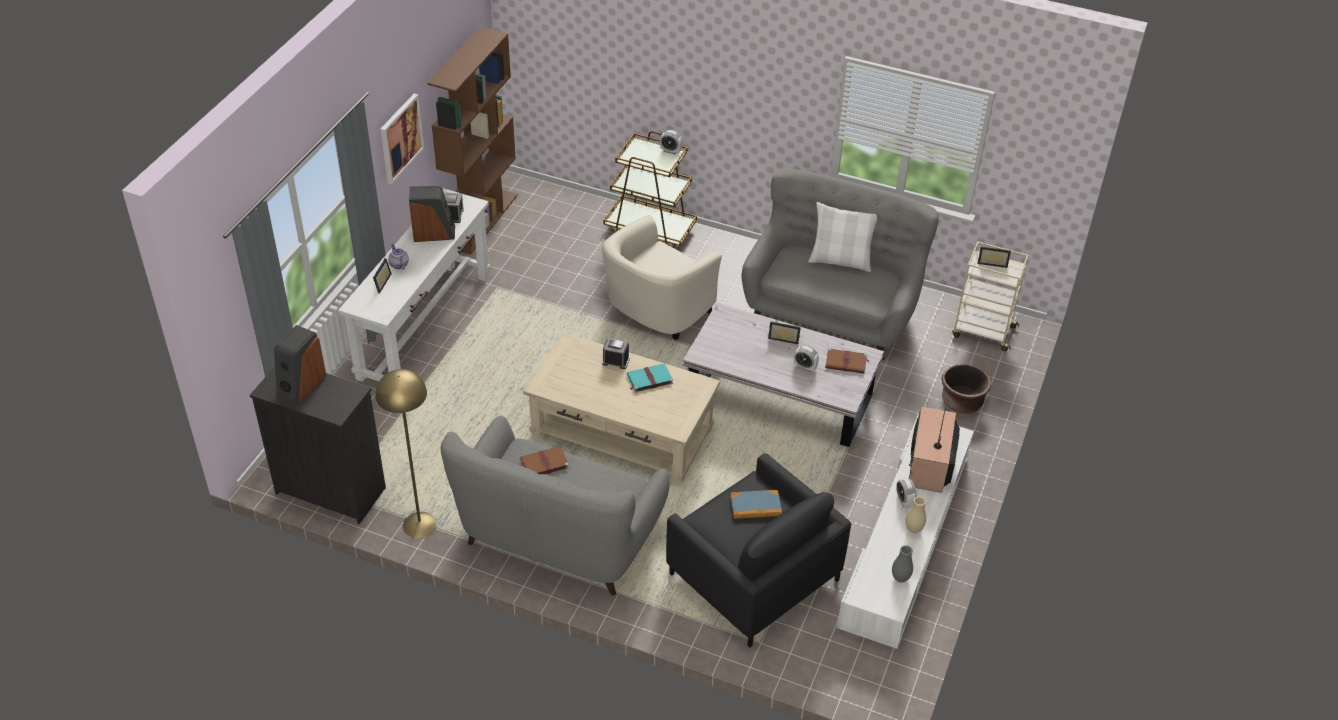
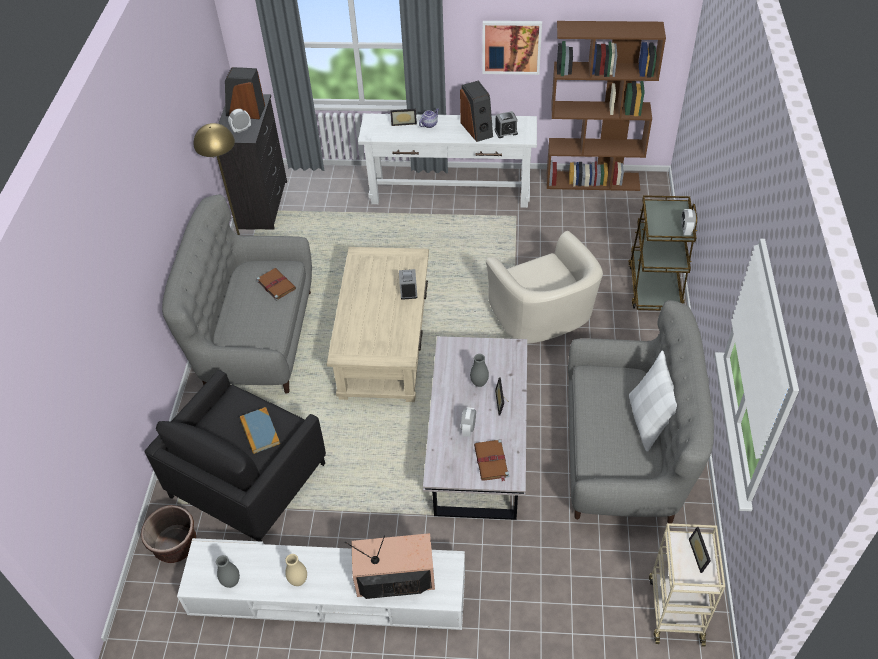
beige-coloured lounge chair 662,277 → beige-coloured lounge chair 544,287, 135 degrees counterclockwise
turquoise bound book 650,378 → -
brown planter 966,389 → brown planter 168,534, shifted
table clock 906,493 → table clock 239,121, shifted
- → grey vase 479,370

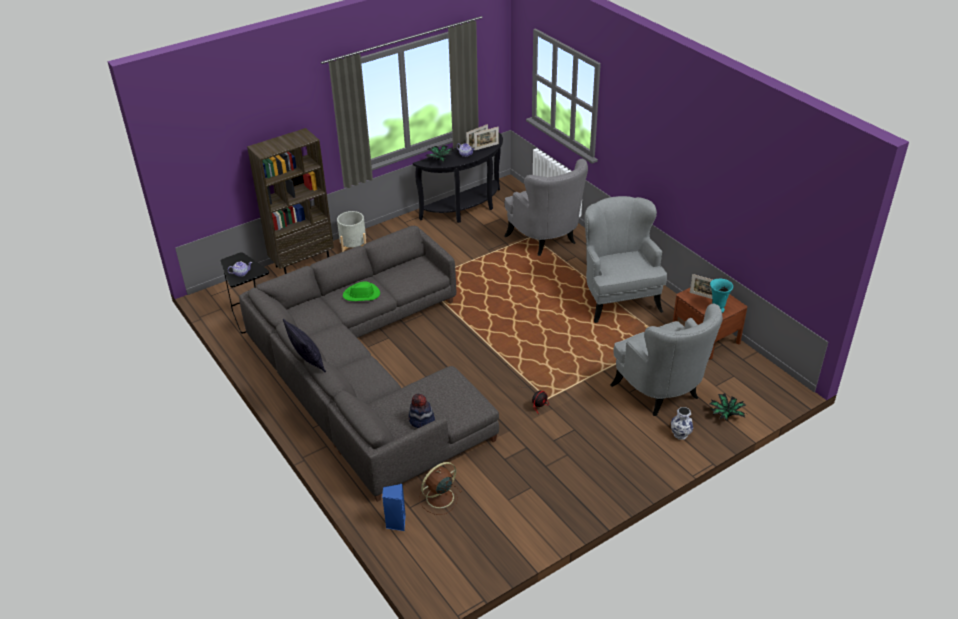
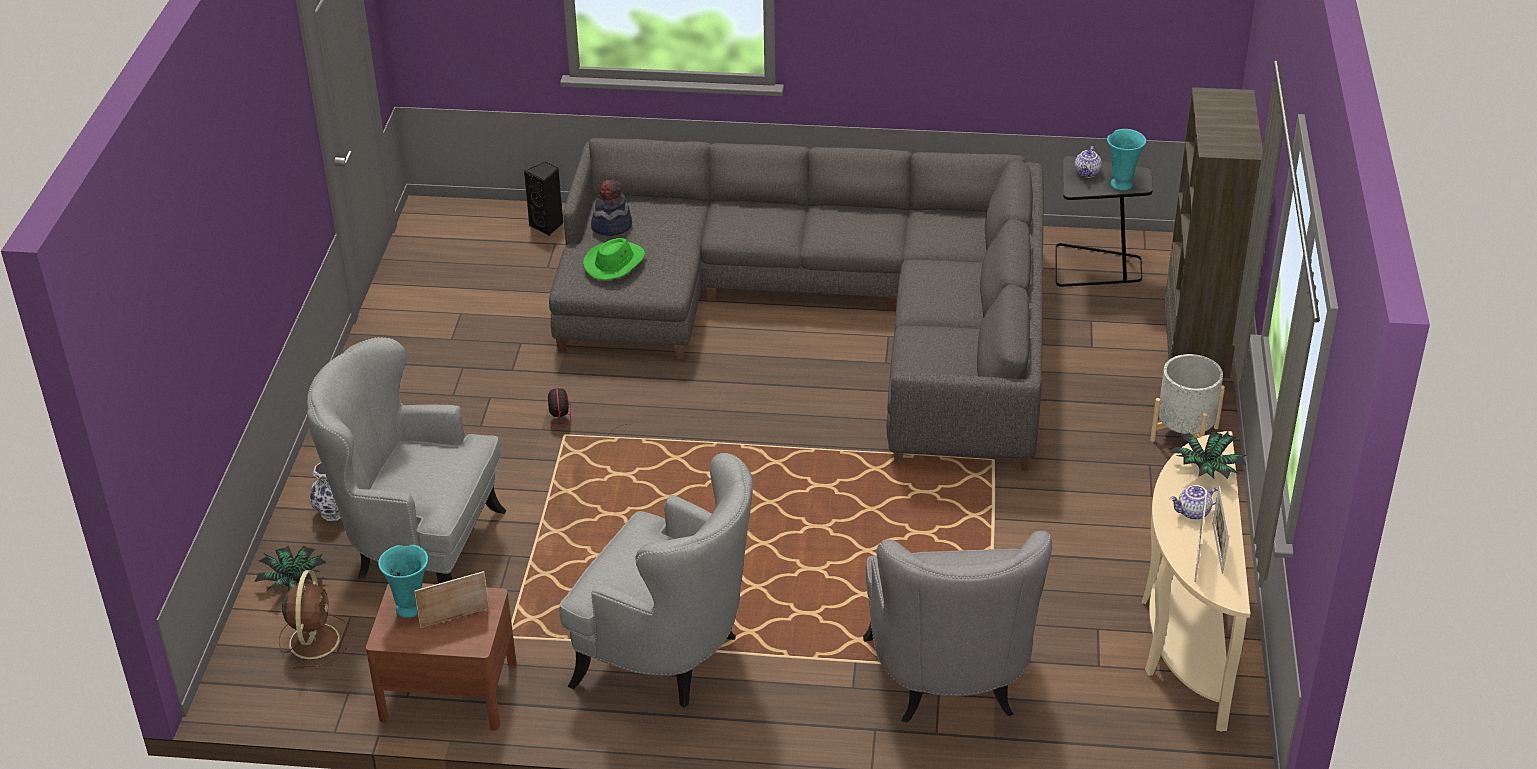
blackish narrow table 458,178 → beige-coloured narrow table 1195,581
grey lounge chair 546,207 → grey lounge chair 957,626, 105 degrees counterclockwise
green clothing hat 361,291 → green clothing hat 614,259, shifted
pillow 304,346 → -
brown cooling fan 440,488 → brown cooling fan 315,619, shifted
bluish loudspeaker 394,507 → blackish loudspeaker 543,199
- → turquoise vase 1126,160

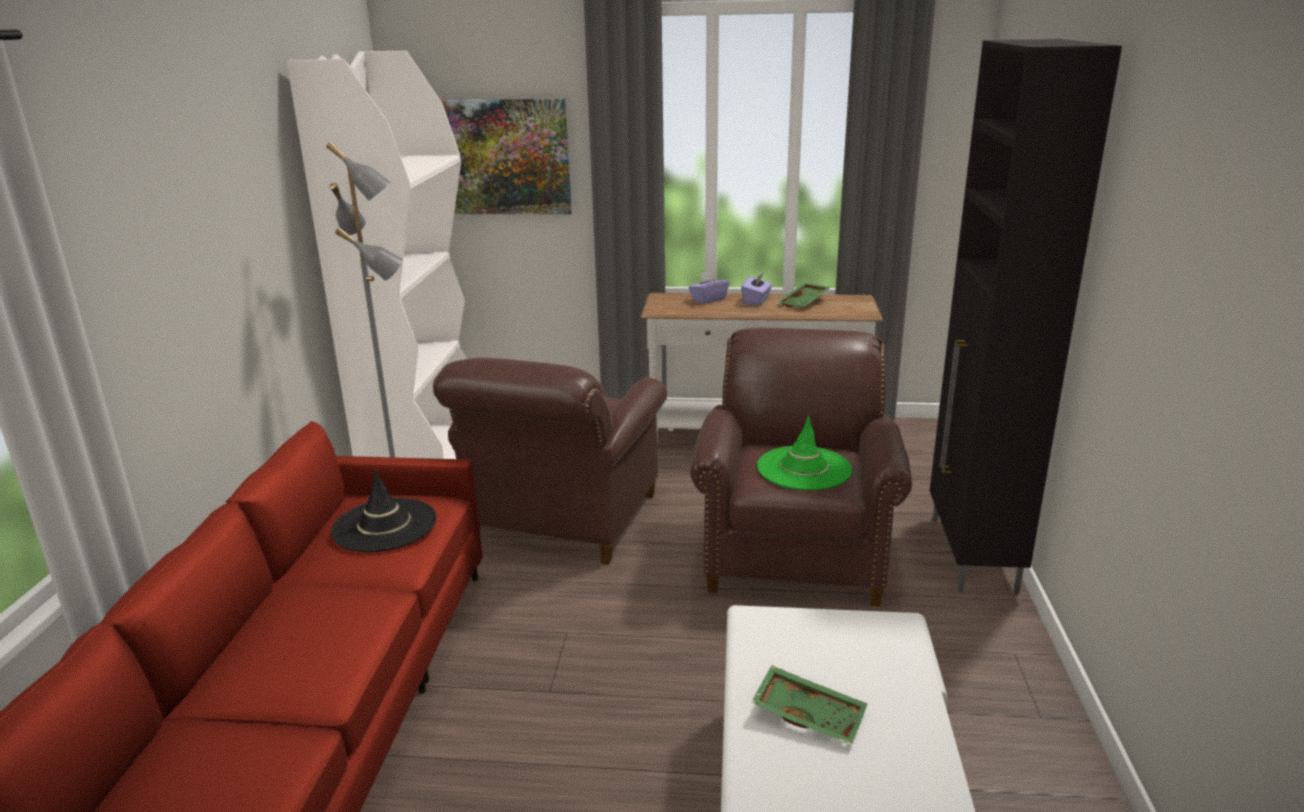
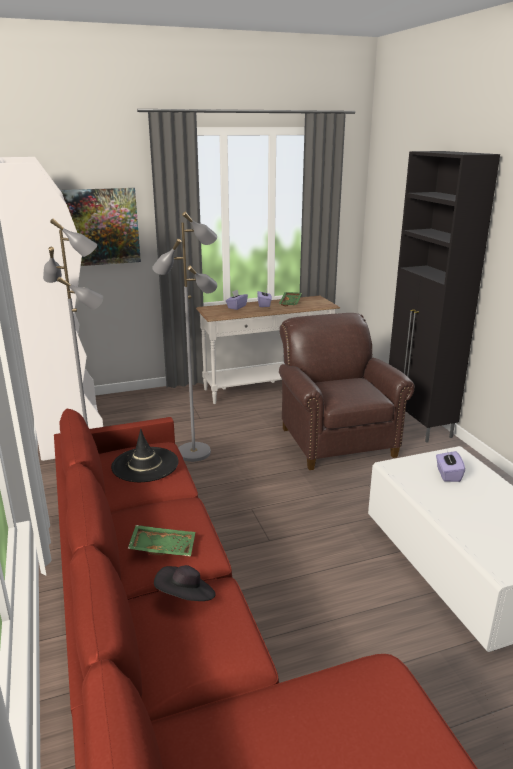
brown lounge chair 550,461 → grey standard lamp 184,337
green clothing hat 804,453 → -
green serving tray 809,705 → green serving tray 161,541, shifted
- → purple box of tissues 450,466
- → blackish clothing hat 185,583

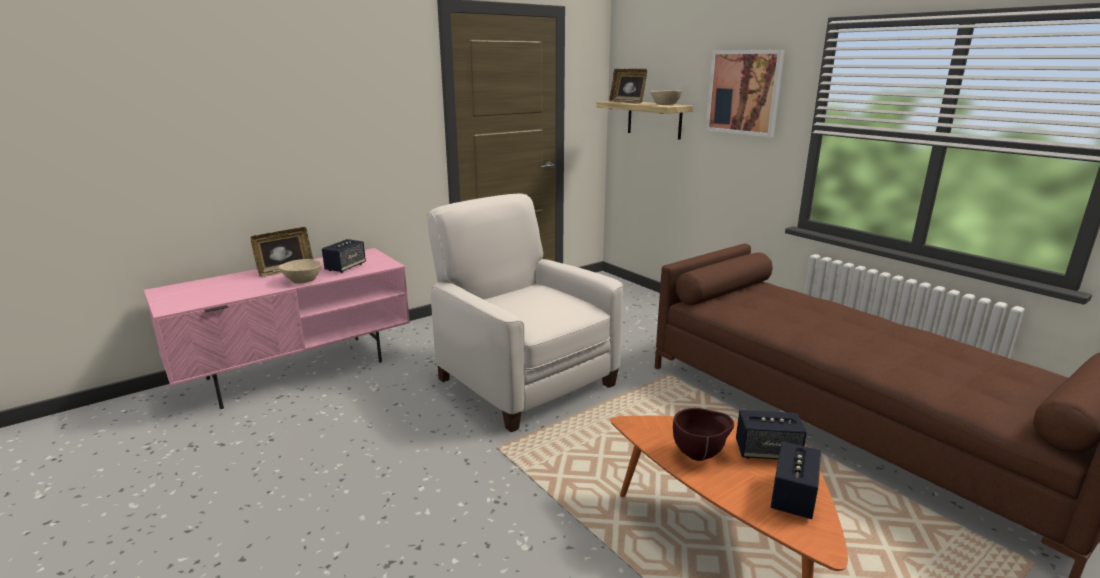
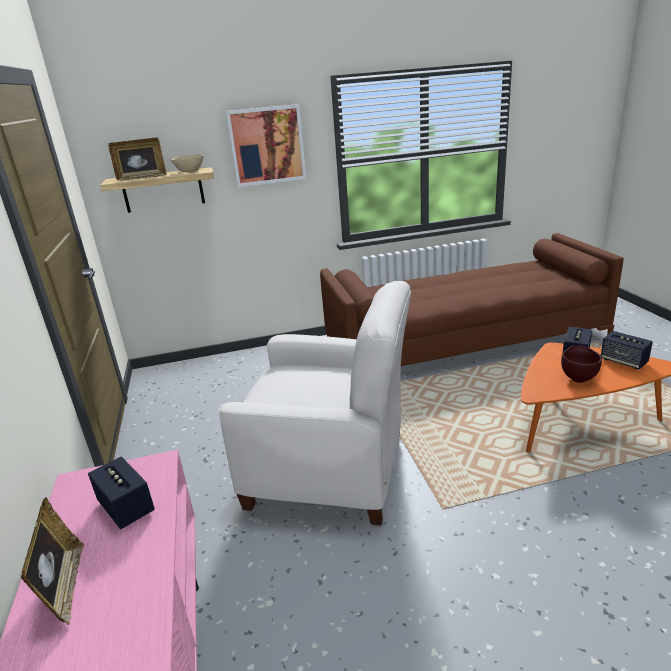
whitish lounge chair 525,313 → whitish lounge chair 315,403, 150 degrees counterclockwise
beige-coloured bowl 300,271 → -

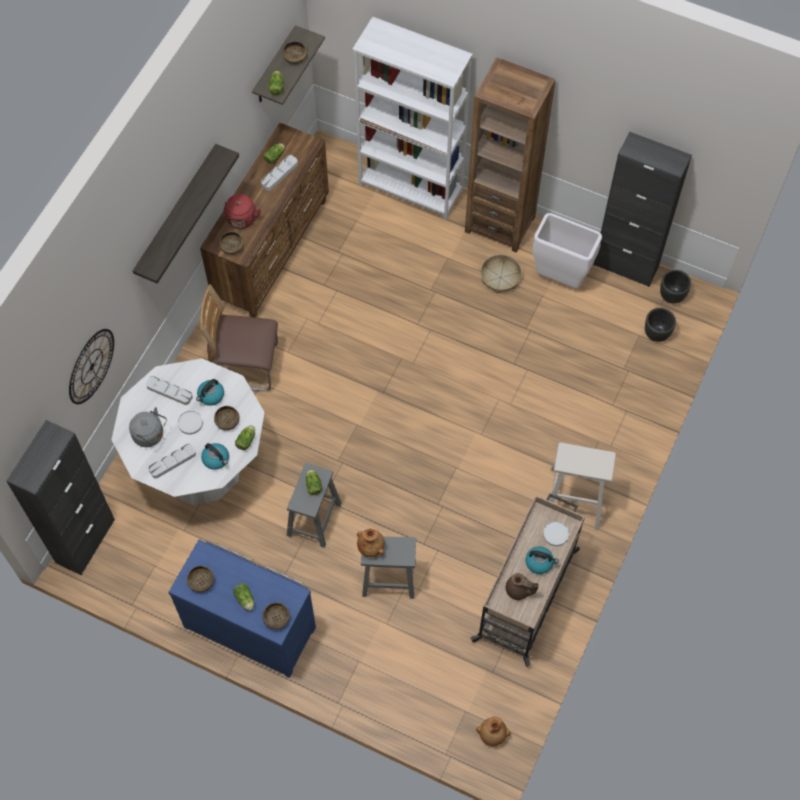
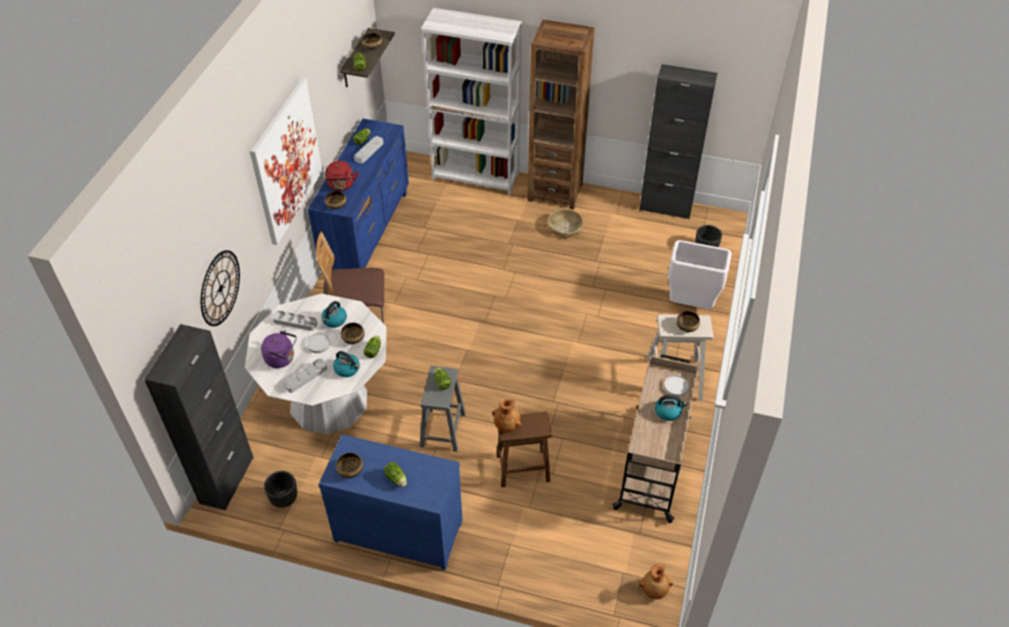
brown dresser 264,220 → bluish dresser 358,194
bracket shelf 186,214 → wall picture 286,161
whitish trash can 567,250 → whitish trash can 699,274, shifted
blackish planter 675,287 → blackish planter 280,489, shifted
grey tea kettle 148,427 → purple tea kettle 279,349
grey sitting stool 388,567 → brown sitting stool 524,449
brown pot for tea 522,586 → -
bowl 276,616 → bowl 688,321, shifted

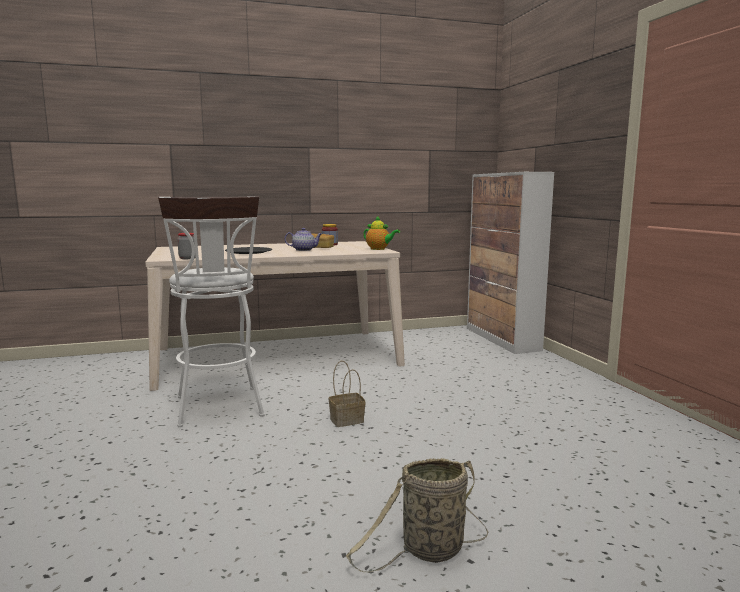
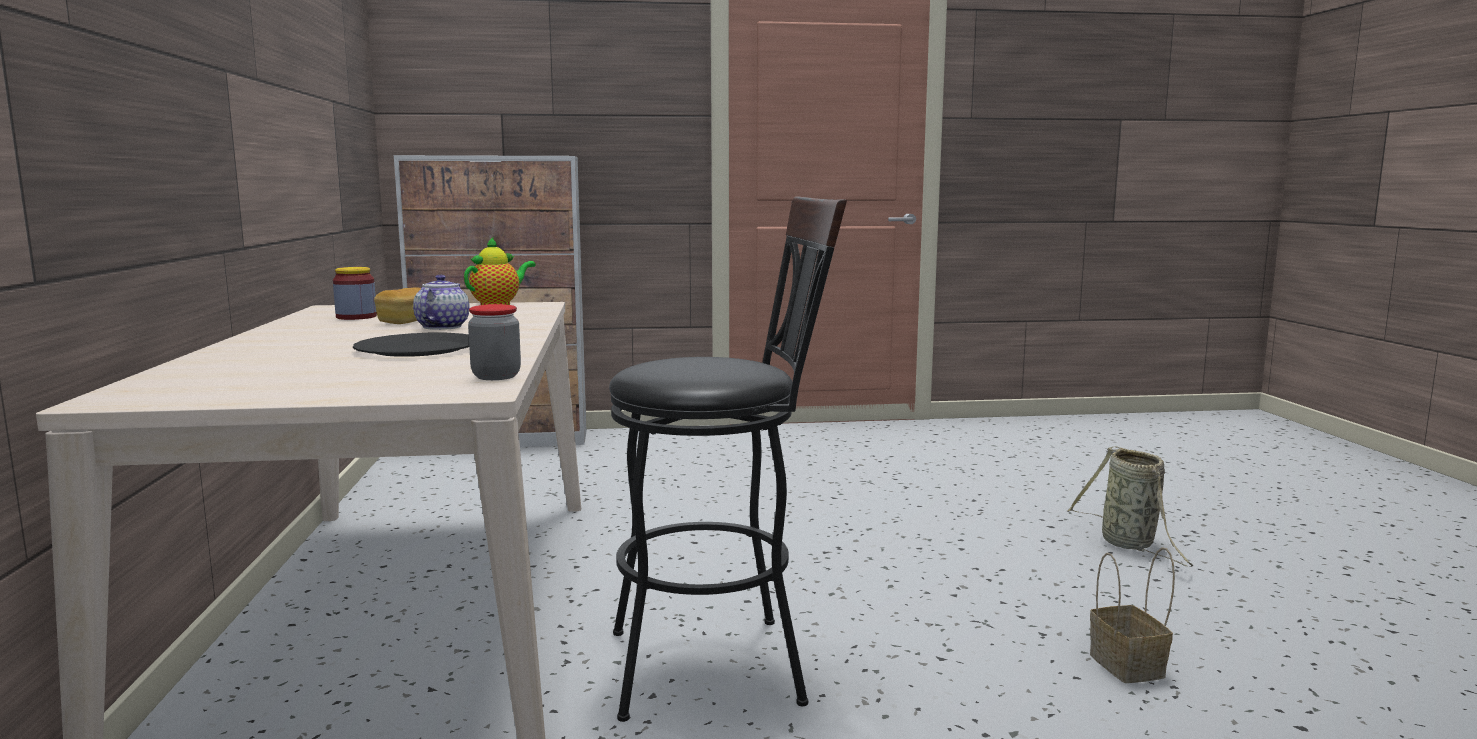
whitish sitting stool 211,311 → blackish sitting stool 728,459
storage basket 347,394 → storage basket 1132,615, shifted

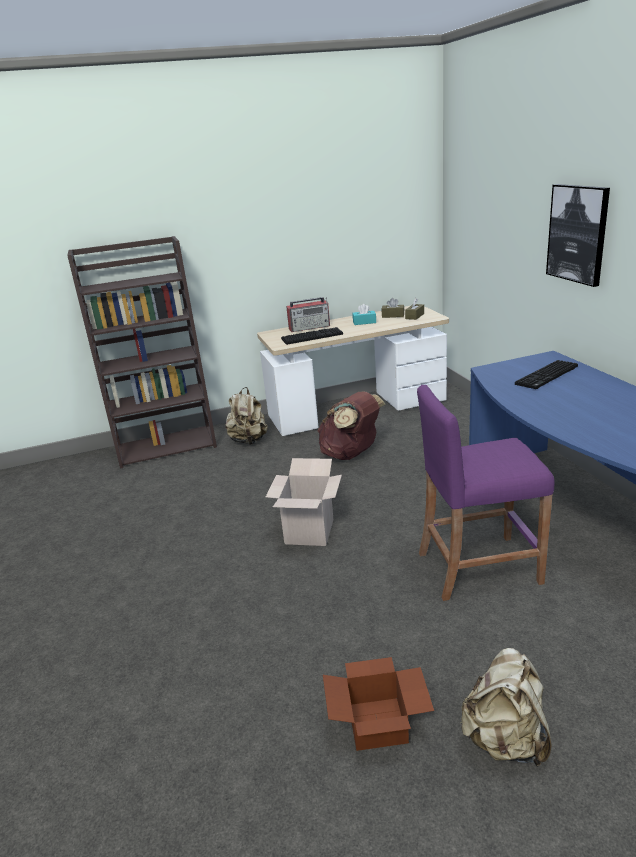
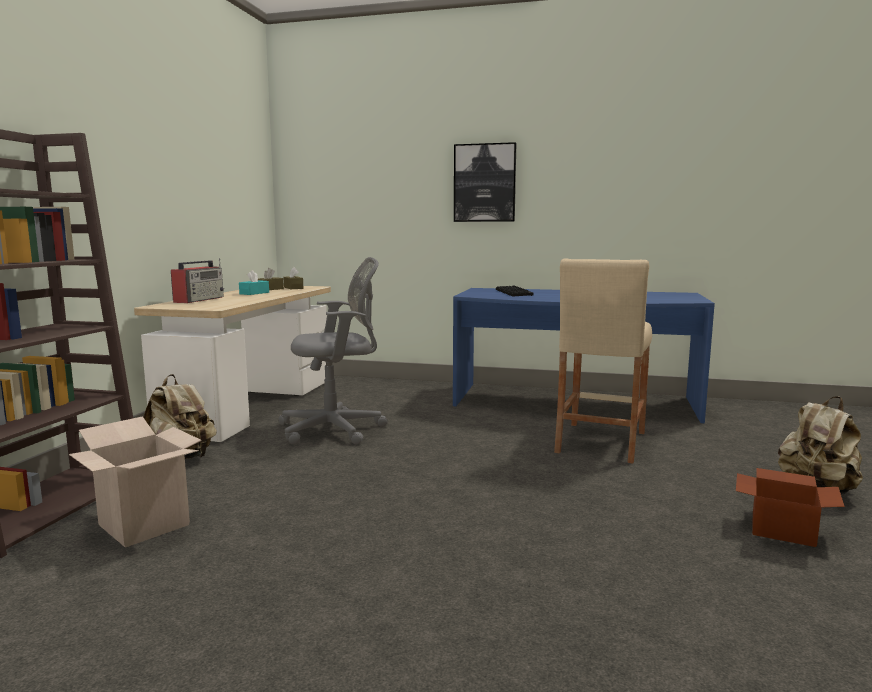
PC keyboard 312,336 → -
purple sitting stool 485,493 → beige-coloured sitting stool 603,361
brown rucksack 351,426 → grey desk chair 333,351
carton 304,502 → carton 135,482, shifted

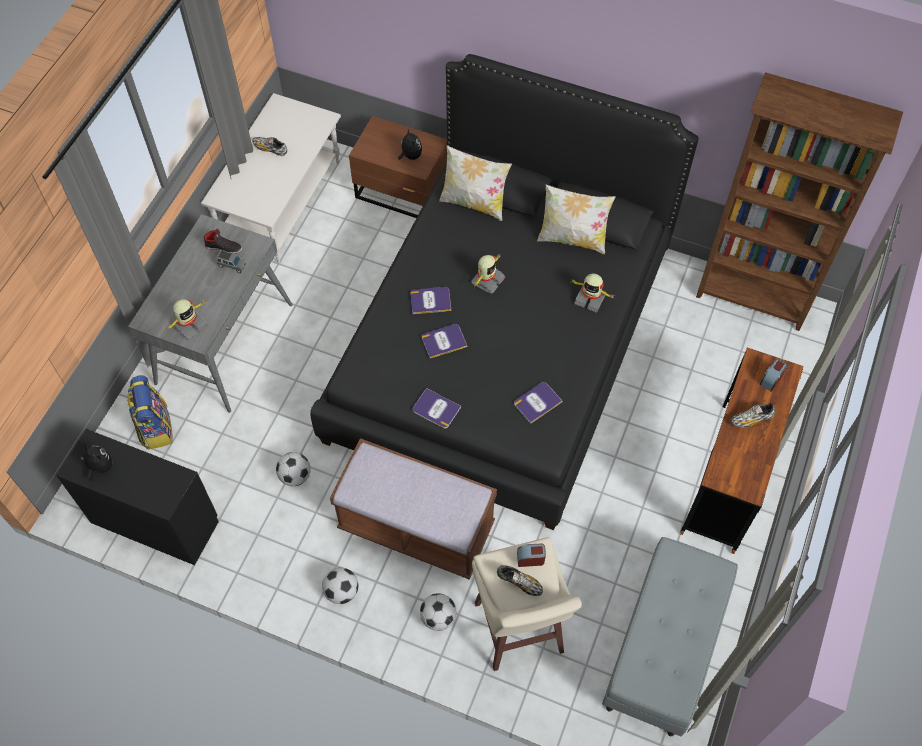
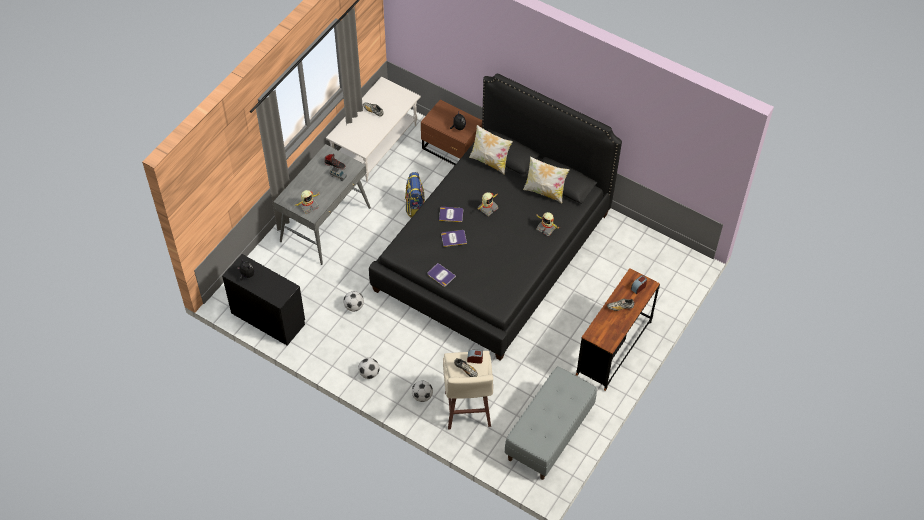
brown bookcase 799,201 → -
rucksack 150,412 → rucksack 415,195, shifted
bound book 538,403 → -
brown bench 413,509 → -

